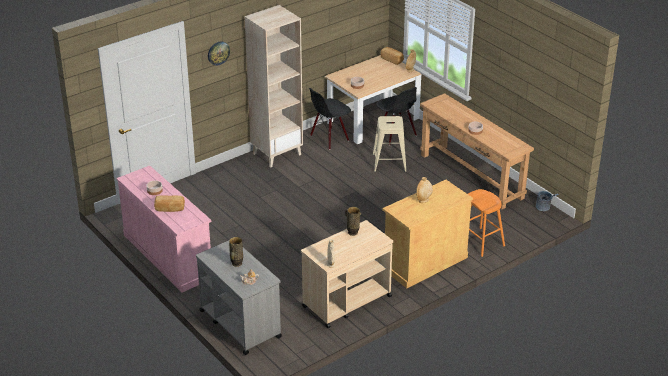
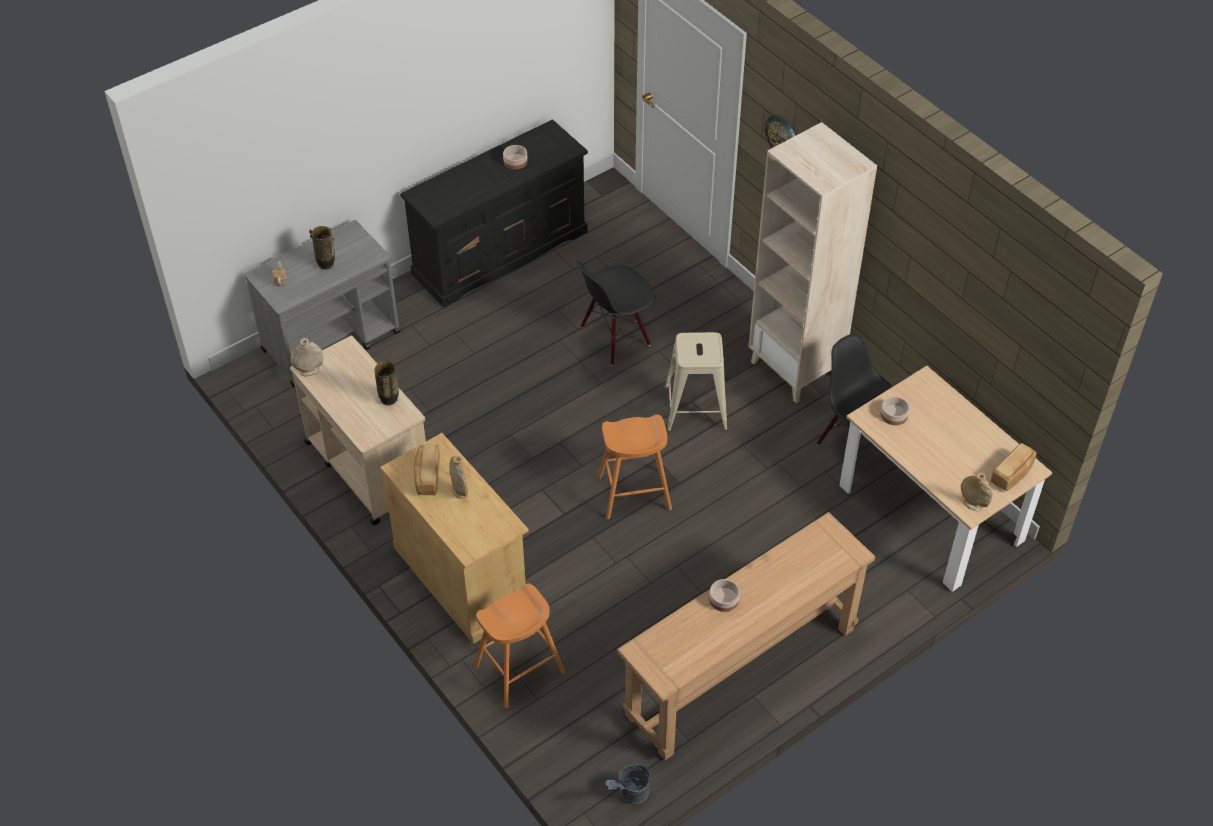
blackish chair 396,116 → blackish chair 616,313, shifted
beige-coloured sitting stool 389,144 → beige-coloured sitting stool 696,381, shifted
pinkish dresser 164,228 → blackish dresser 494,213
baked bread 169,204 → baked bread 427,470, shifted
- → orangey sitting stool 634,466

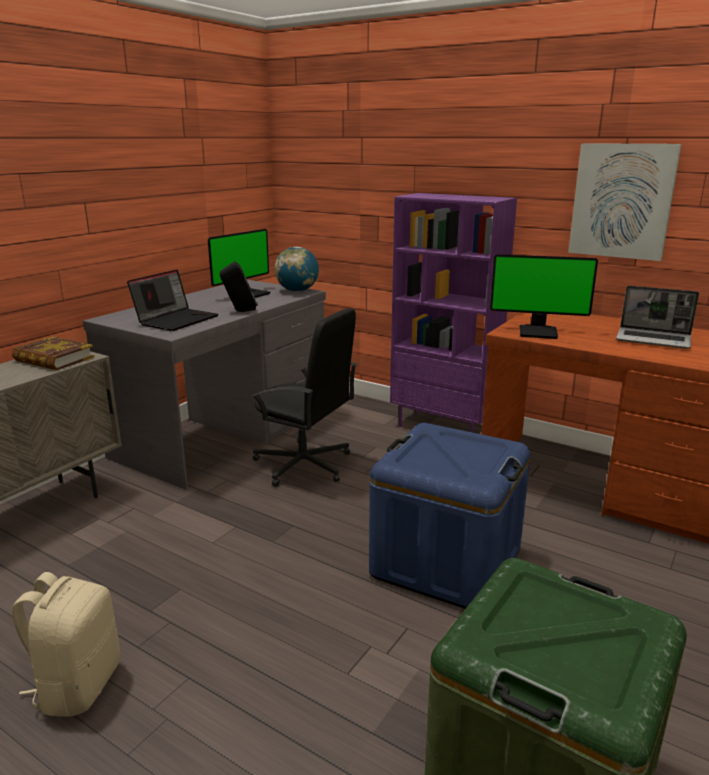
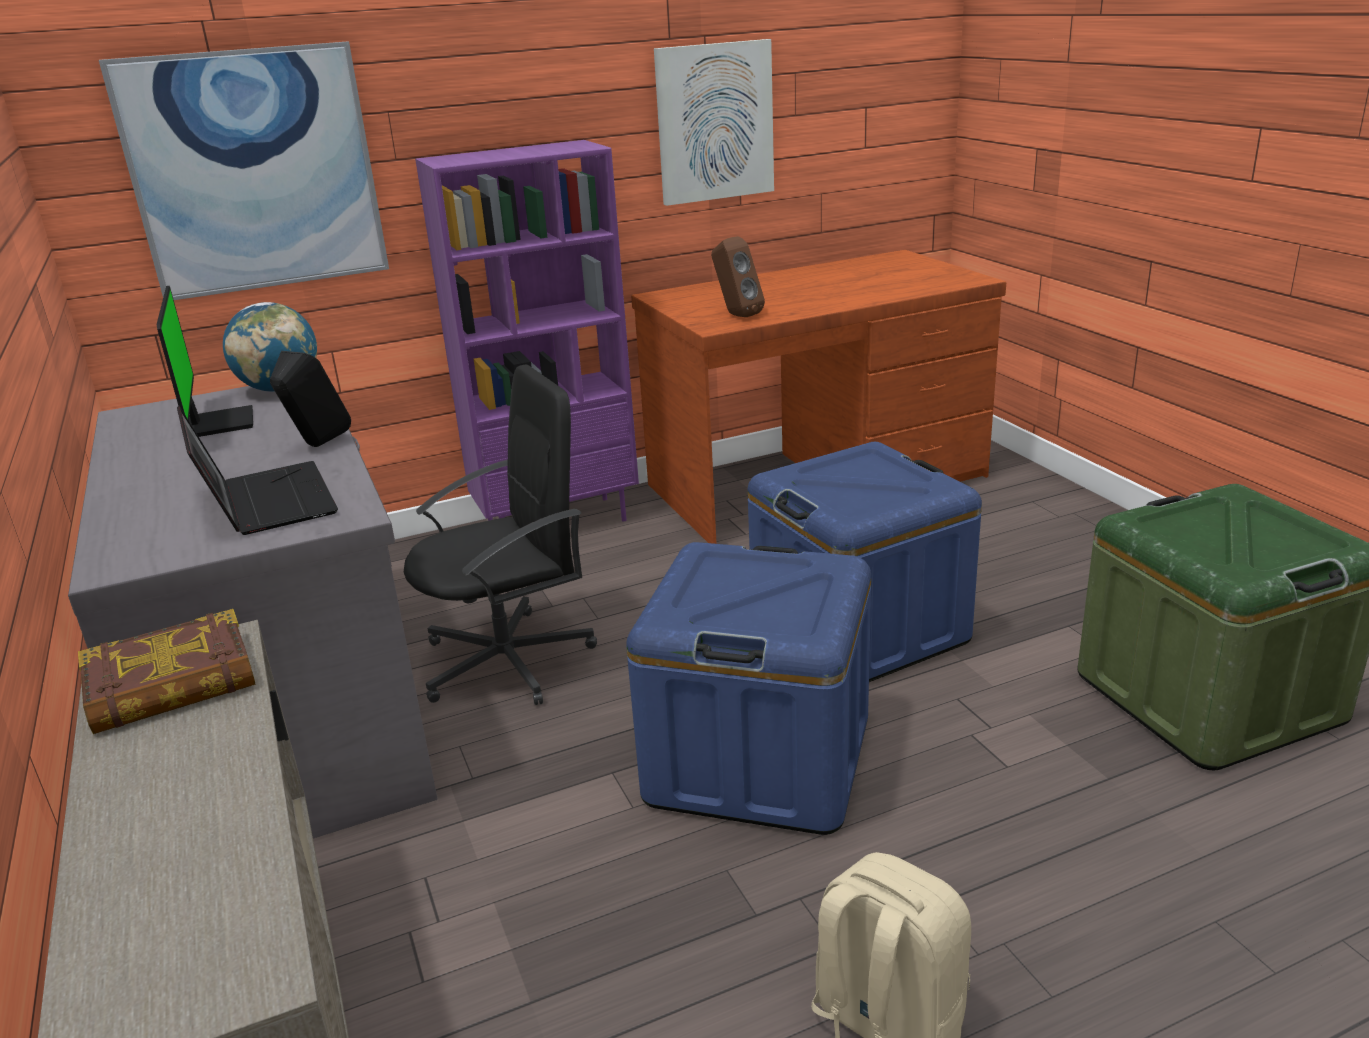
monitor 544,296 → brown loudspeaker 738,276
portable computer 657,317 → -
- → wall picture 244,170
- → bluish storage box 748,688

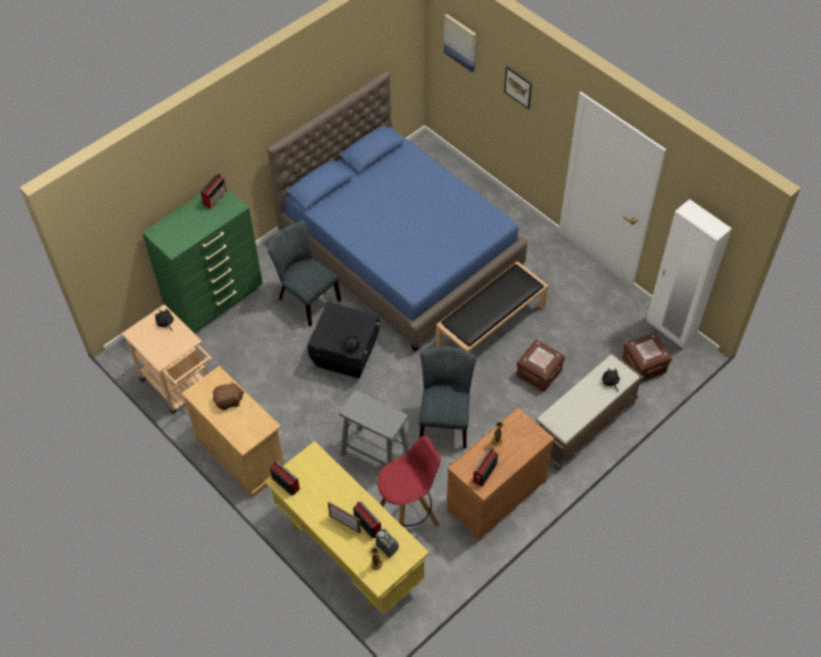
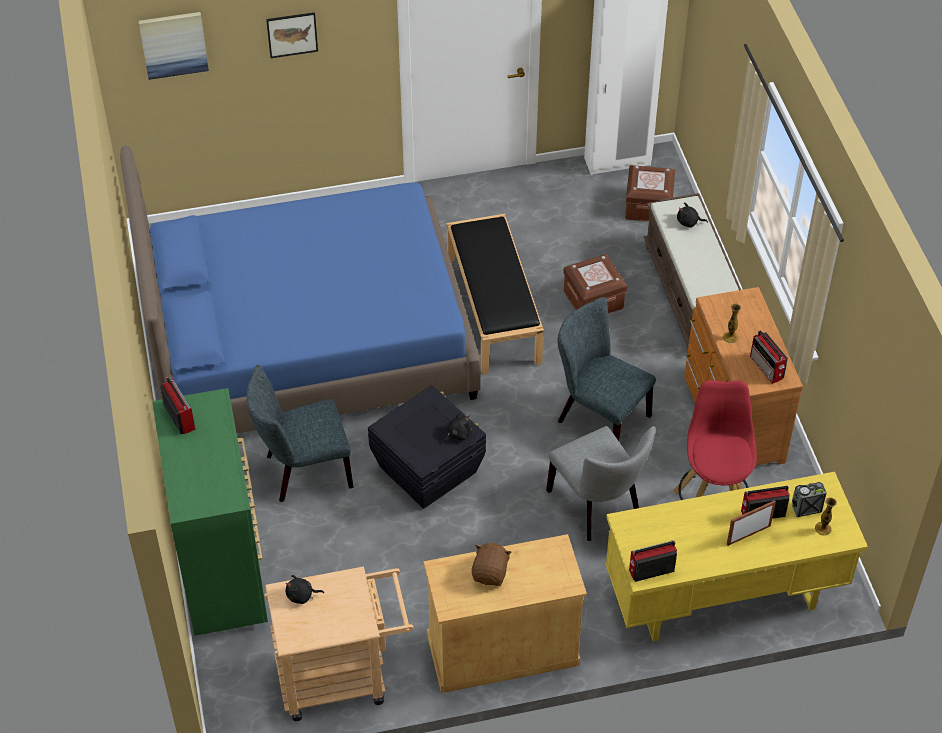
grey sitting stool 374,427 → grey chair 601,483

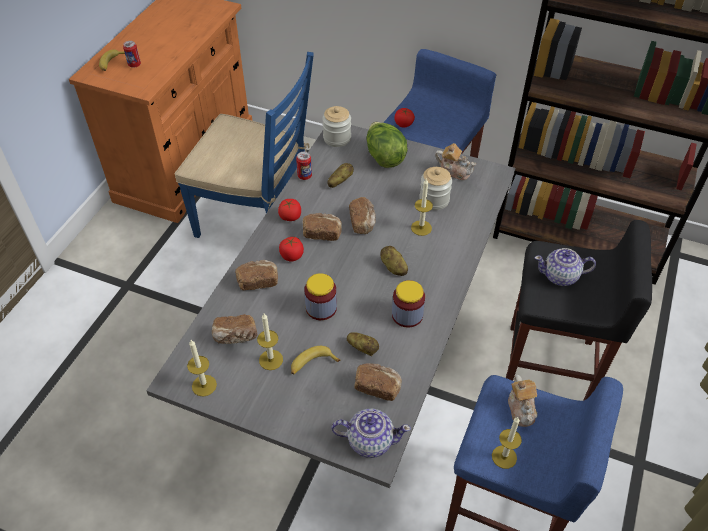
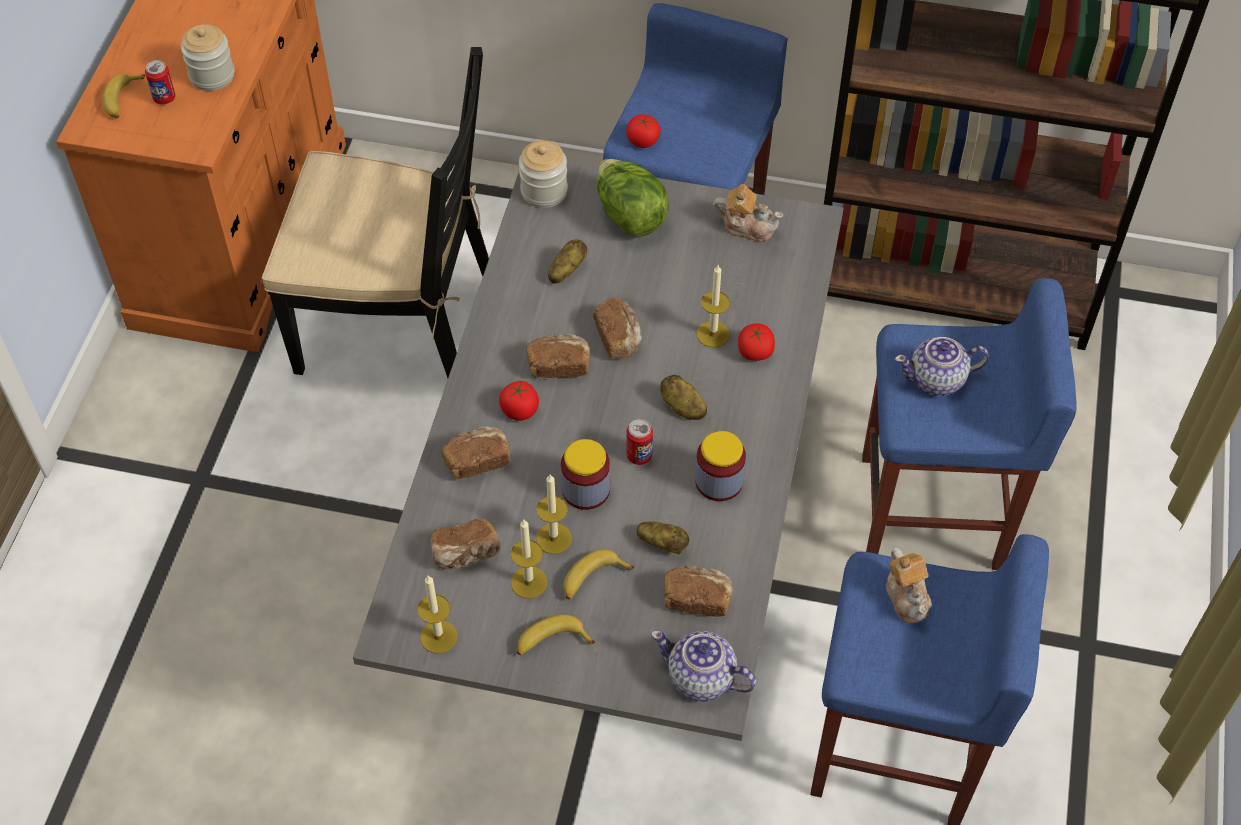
bluish chair 244,145 → blackish chair 375,212
can 304,166 → can 639,442, shifted
preserve jar 435,188 → preserve jar 207,57, shifted
whole tomato 289,210 → whole tomato 756,342, shifted
blackish sitting stool 579,310 → bluish sitting stool 969,424
pot for tea 371,433 → pot for tea 703,665, 150 degrees counterclockwise
candle 507,443 → candle 554,514, shifted
- → whole banana 556,635

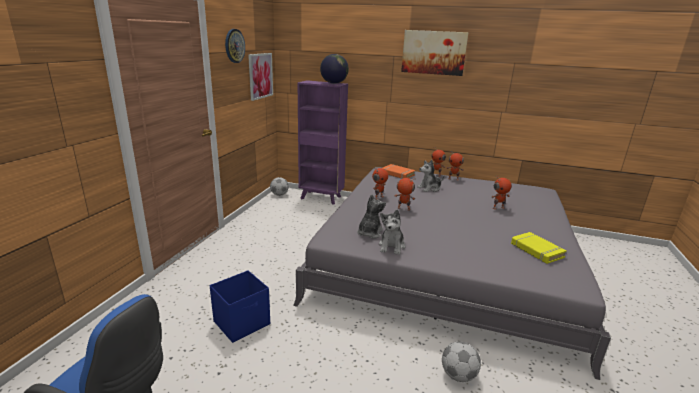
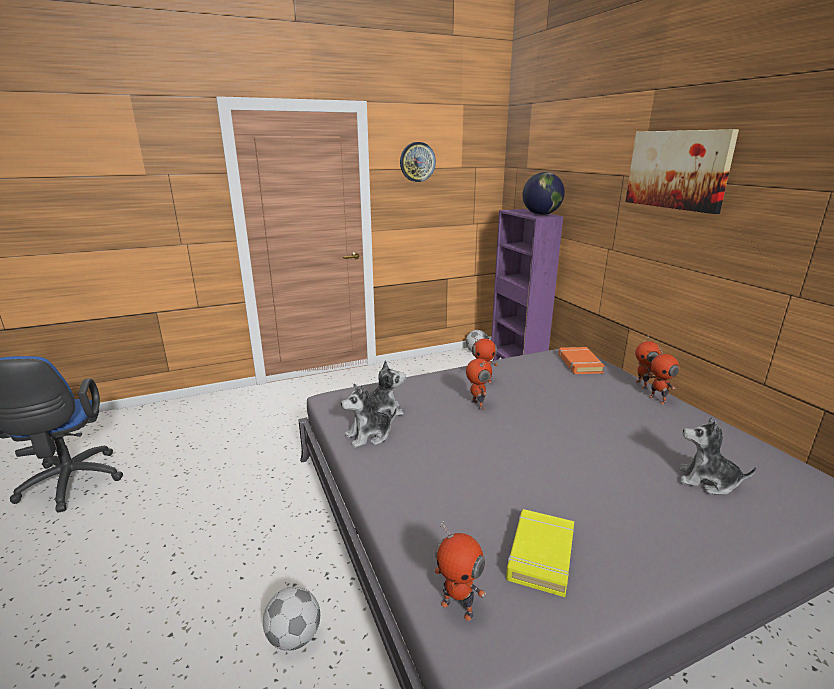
wall picture 260,77 → -
cuddly toy 430,176 → cuddly toy 718,456, shifted
robot figure 501,194 → robot figure 460,571, shifted
bluish storage box 240,306 → -

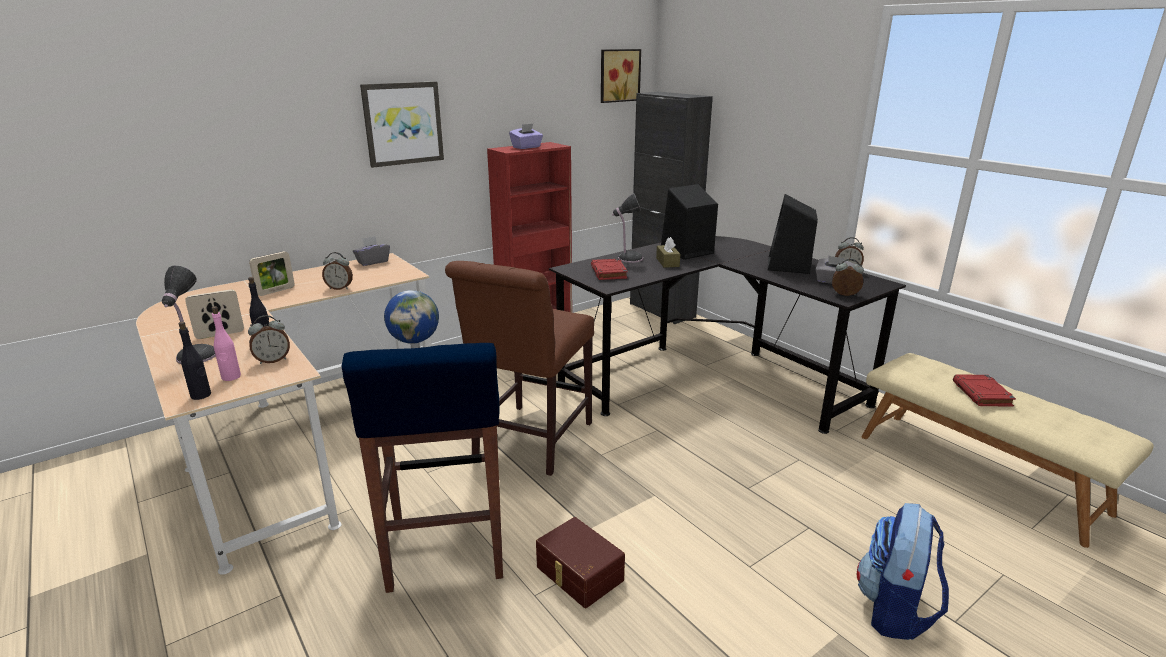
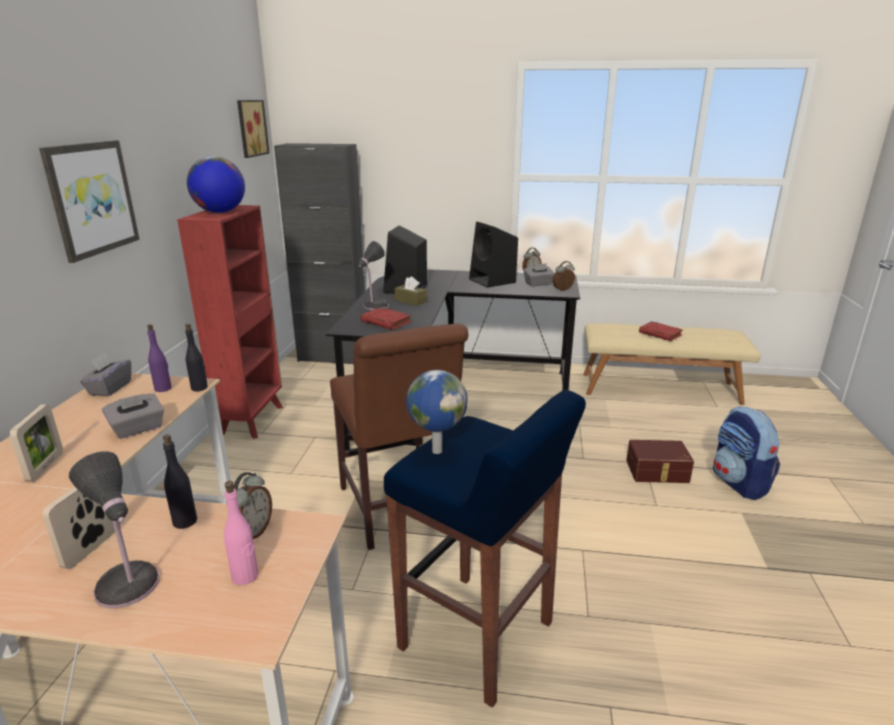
purple box of tissues 526,136 → desk globe 216,184
table clock 337,271 → grey box of tissues 133,416
blackish bottle 194,360 → blackish bottle 196,357, shifted
brown storage box 580,562 → brown storage box 660,461, shifted
- → purple bottle 159,358

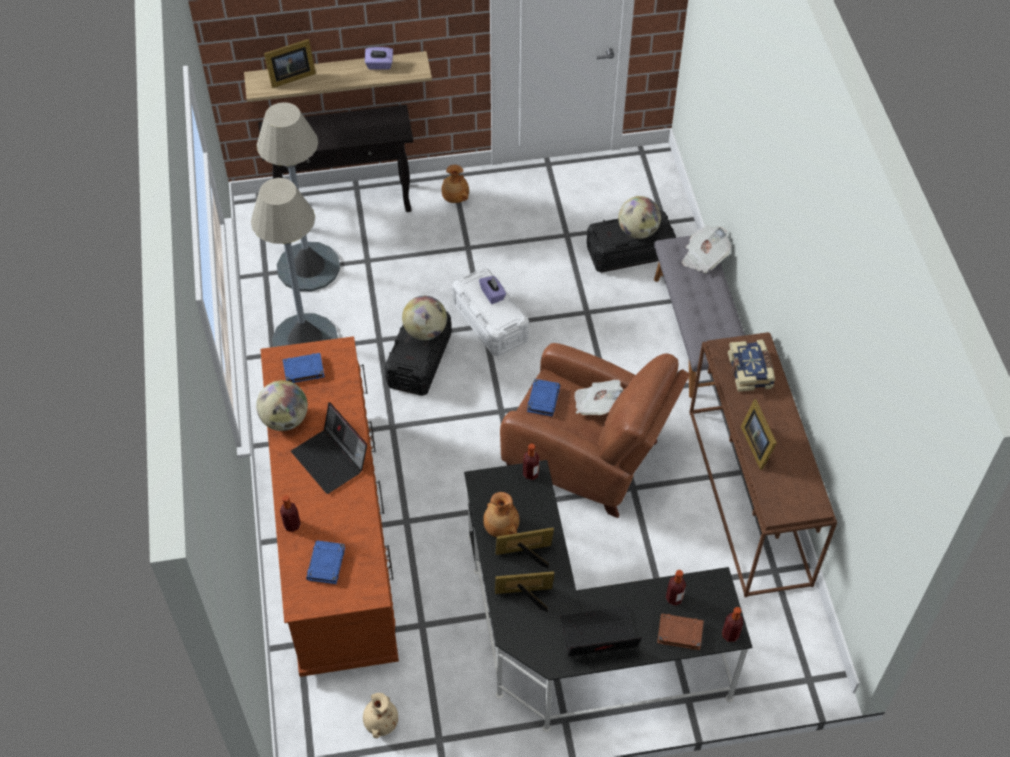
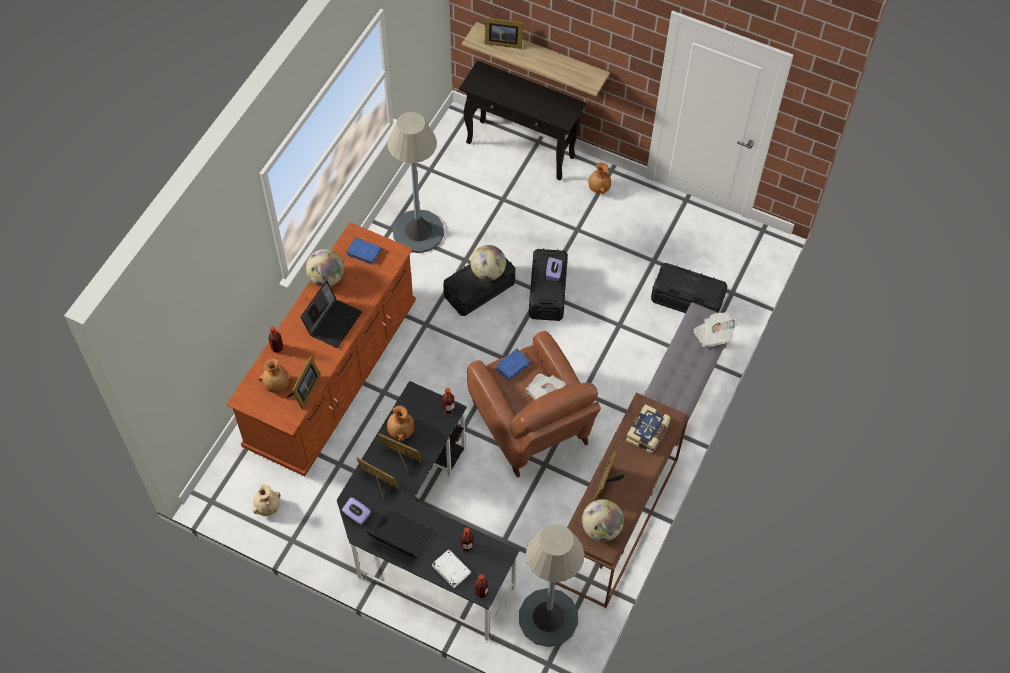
purple box of tissues 379,58 → purple box of tissues 356,511, shifted
grey standard lamp 298,197 → grey standard lamp 552,585, shifted
desk globe 639,217 → desk globe 603,520, shifted
whitish storage box 490,312 → blackish storage box 548,284
portable computer 329,448 → portable computer 331,314, 150 degrees counterclockwise
bluish bound book 325,562 → brown vase 275,375
brown bound book 680,631 → whitish bound book 451,568
- → photo frame 304,383

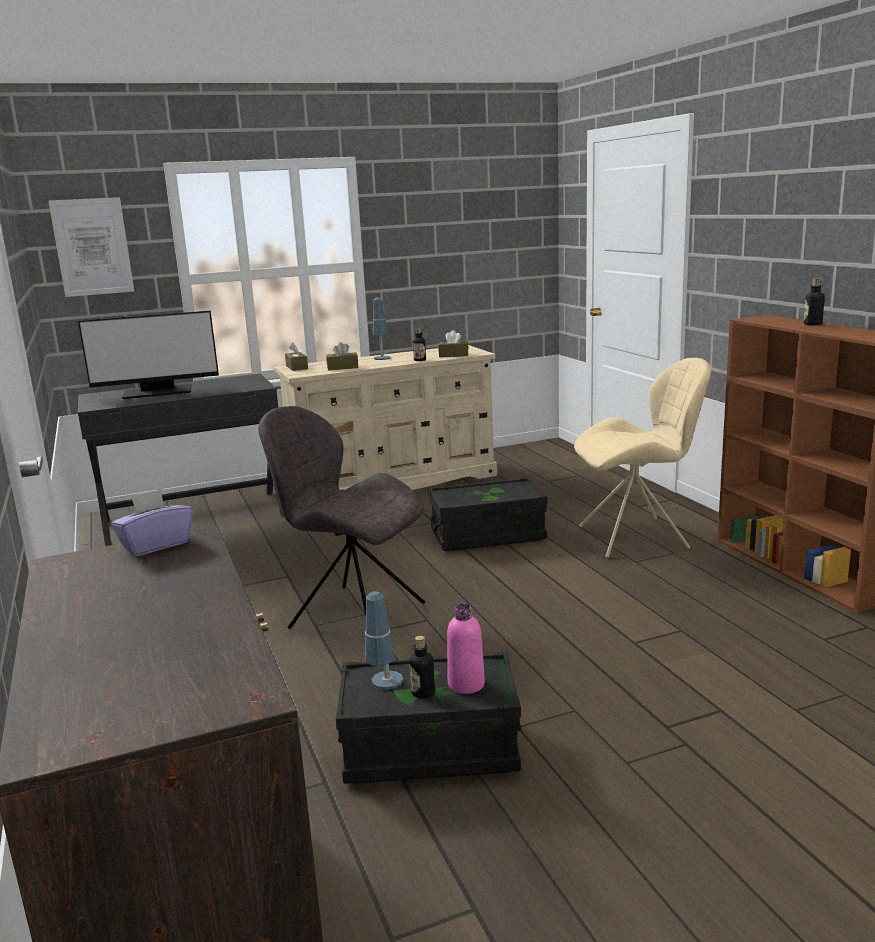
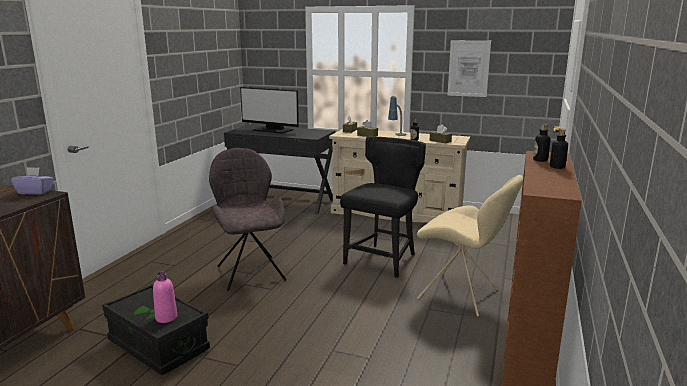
wall picture 91,247 → wall picture 469,68, shifted
blackish storage box 488,514 → blackish chair 383,207
tabletop lamp 384,640 → -
bottle 422,667 → bottle 542,143, shifted

